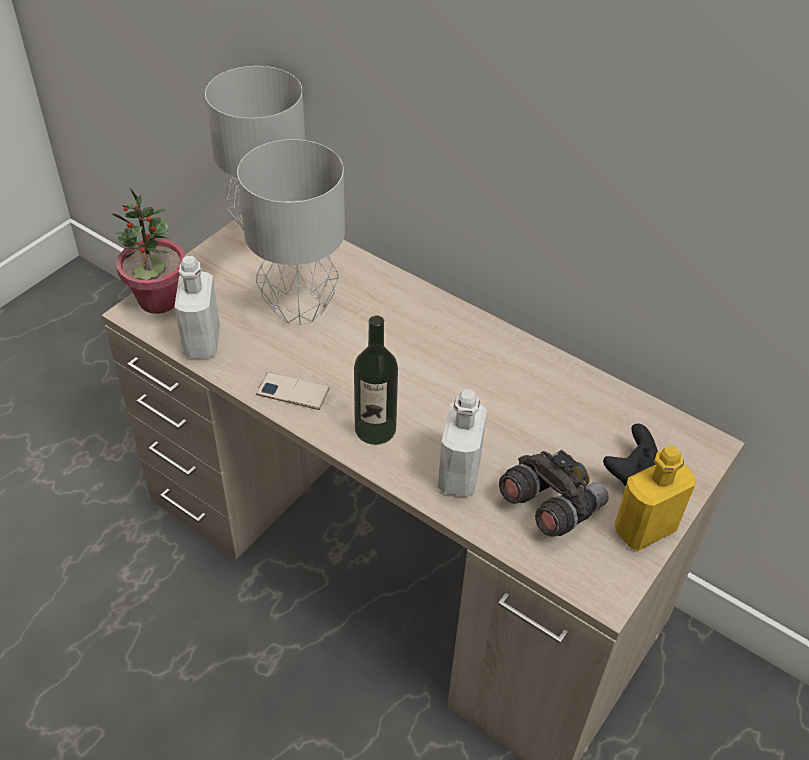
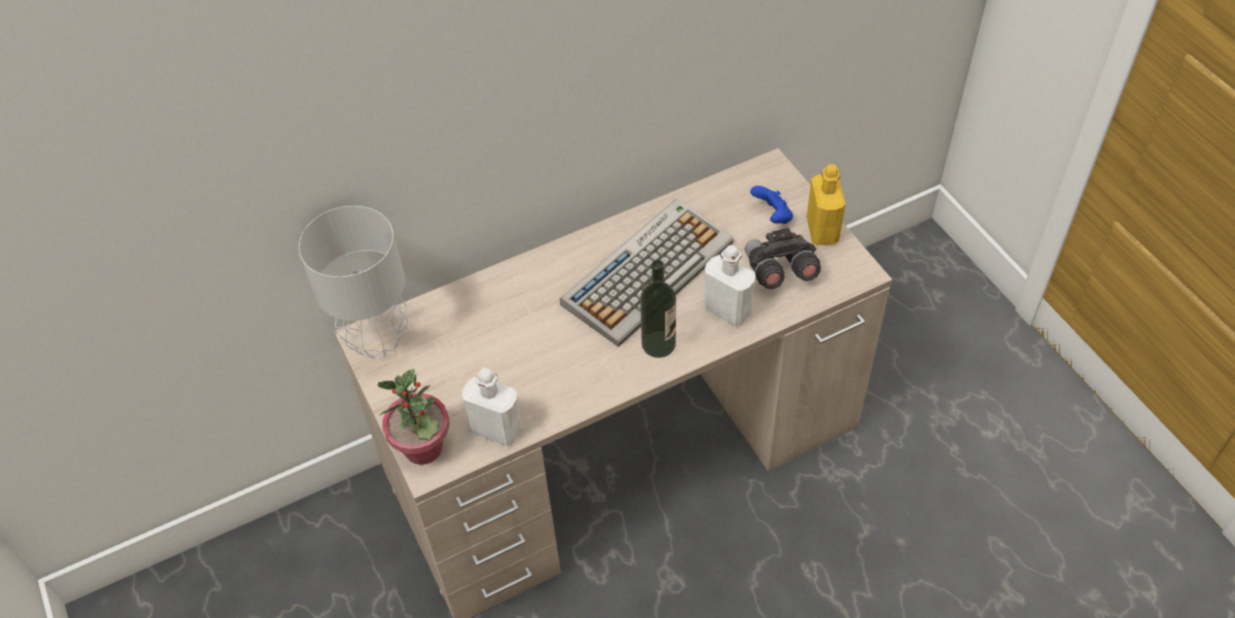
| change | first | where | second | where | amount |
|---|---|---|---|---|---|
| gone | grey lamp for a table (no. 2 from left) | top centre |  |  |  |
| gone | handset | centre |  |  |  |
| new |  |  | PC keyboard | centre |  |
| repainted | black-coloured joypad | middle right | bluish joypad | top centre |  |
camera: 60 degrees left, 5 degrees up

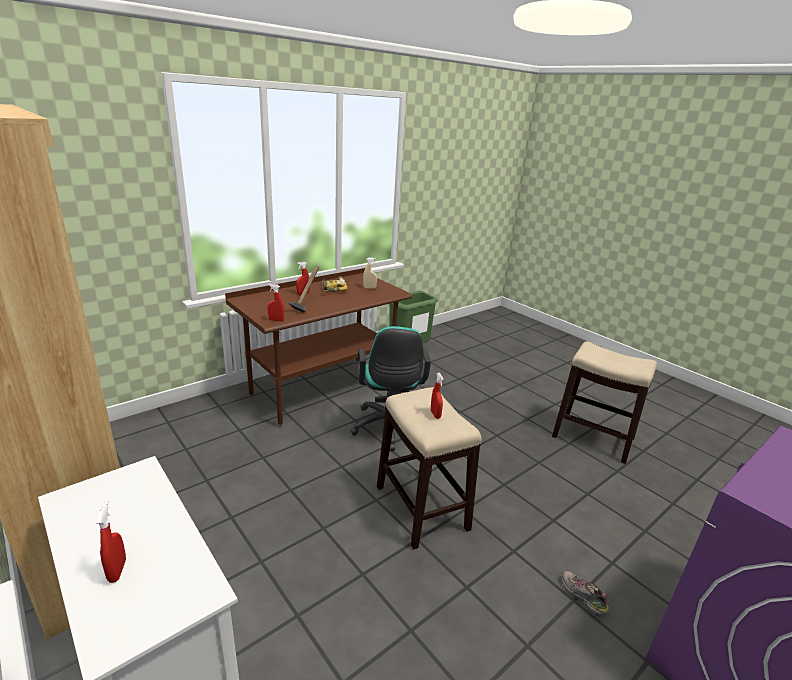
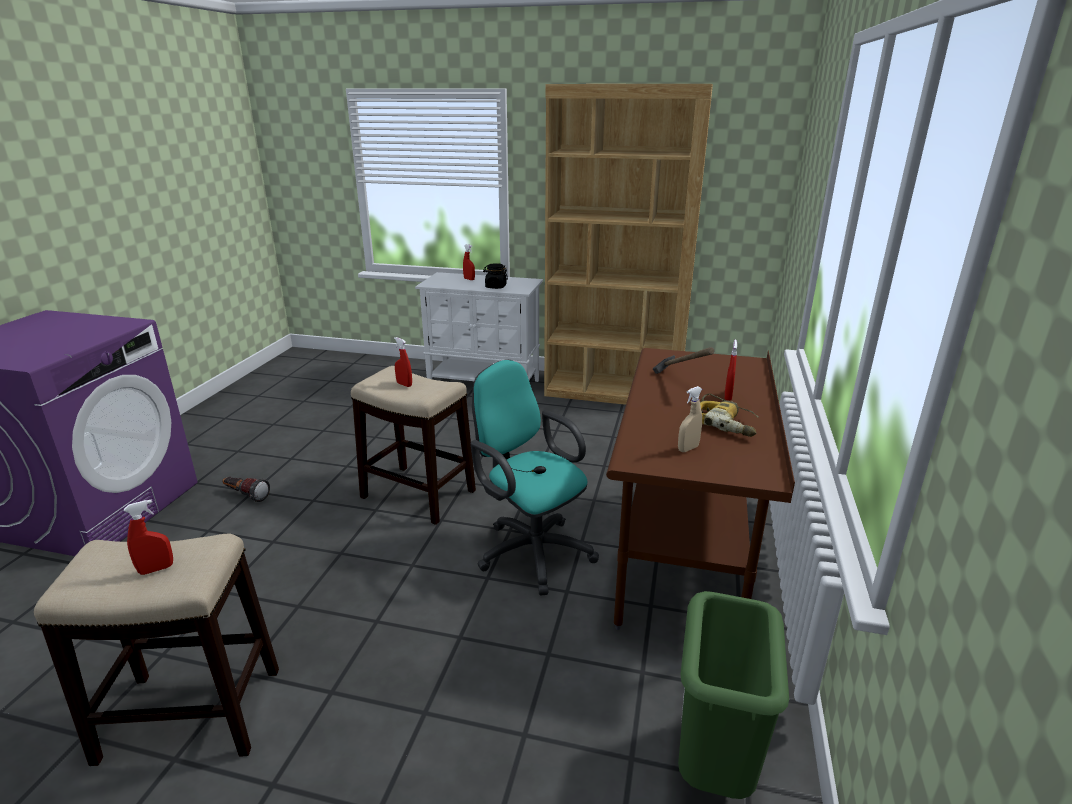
| change | first | where | second | where | amount |
|---|---|---|---|---|---|
| new |  |  | black-coloured storage jar | centre |  |
| shifted | red-coloured spray bottle (no. 2 from left in the first image) | centre | red-coloured spray bottle (no. 1 from left) | bottom left |  |
| swapped | shoe | bottom right | hand torch | middle left |  |
camera: 145 degrees right, 0 degrees up

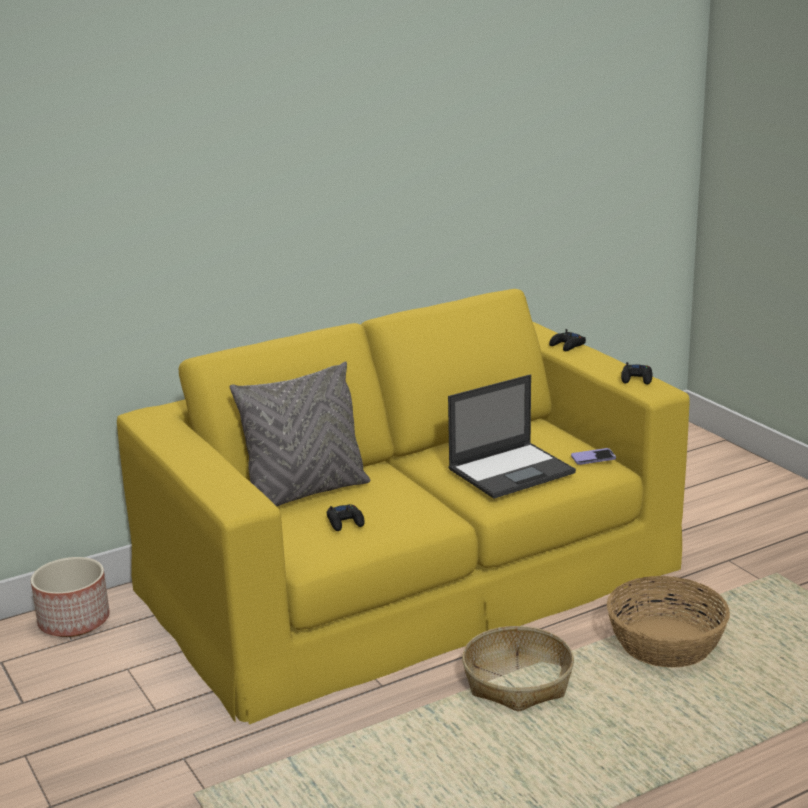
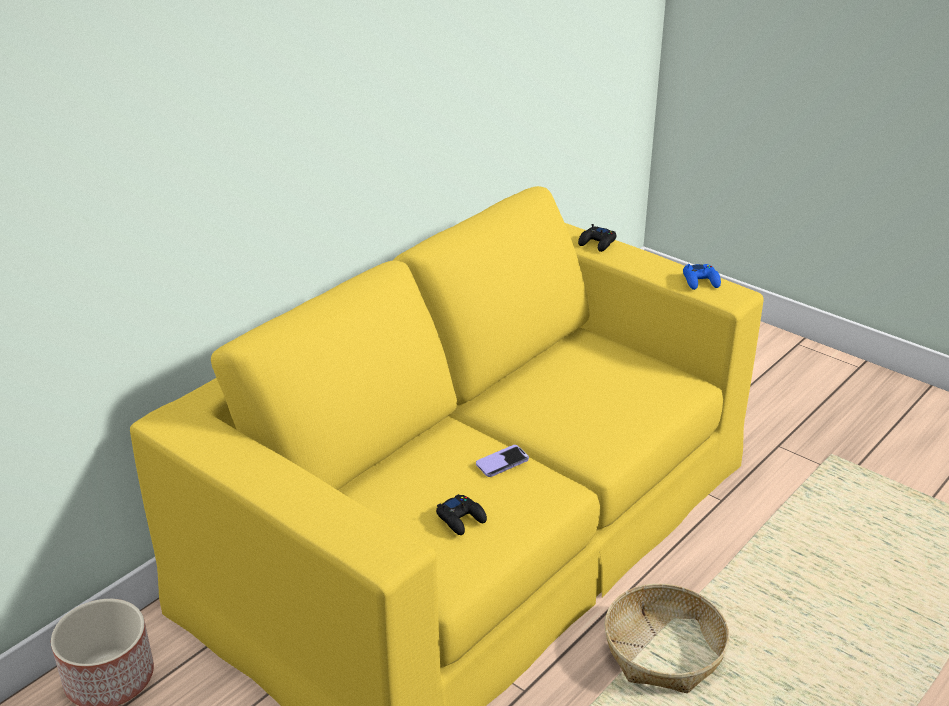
| change | first | where | second | where | amount |
|---|---|---|---|---|---|
| gone | grey throw pillow | centre |  |  |  |
| gone | portable computer | centre |  |  |  |
| gone | storage basket (no. 2 from left) | bottom right |  |  |  |
| shifted | handset | middle right |  | centre |  |
| repainted | black-coloured joypad (no. 3 from left) | middle right | bluish joypad | middle right |  |
camera: 20 degrees left, 10 degrees up

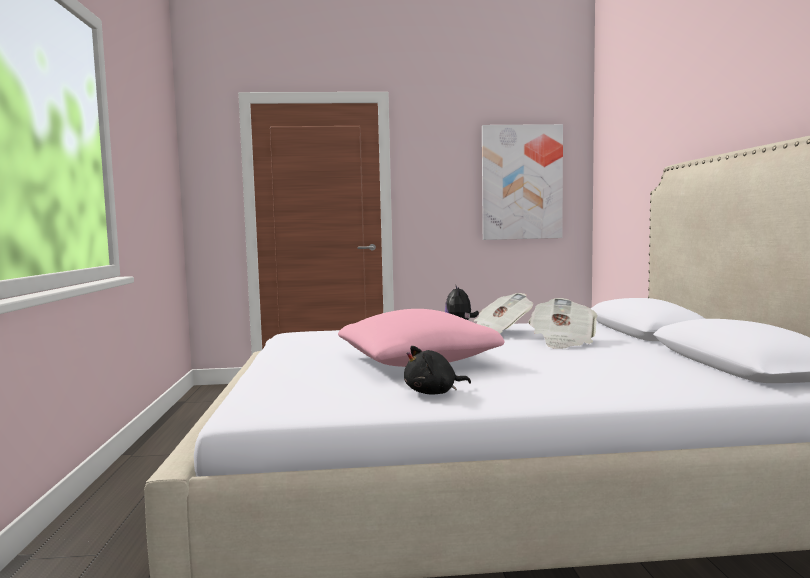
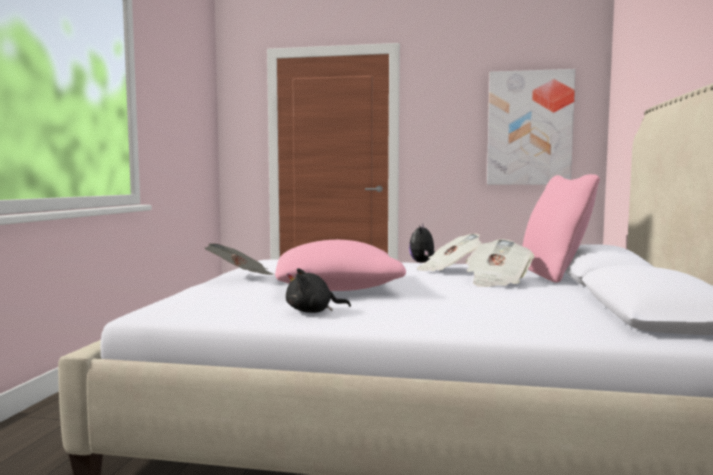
| change | first | where | second | where | amount |
|---|---|---|---|---|---|
| new |  |  | printed paper (no. 1 from left) | centre |  |
| new |  |  | pinkish throw pillow (no. 2 from left) | middle right |  |
camera: 15 degrees right, 0 degrees up

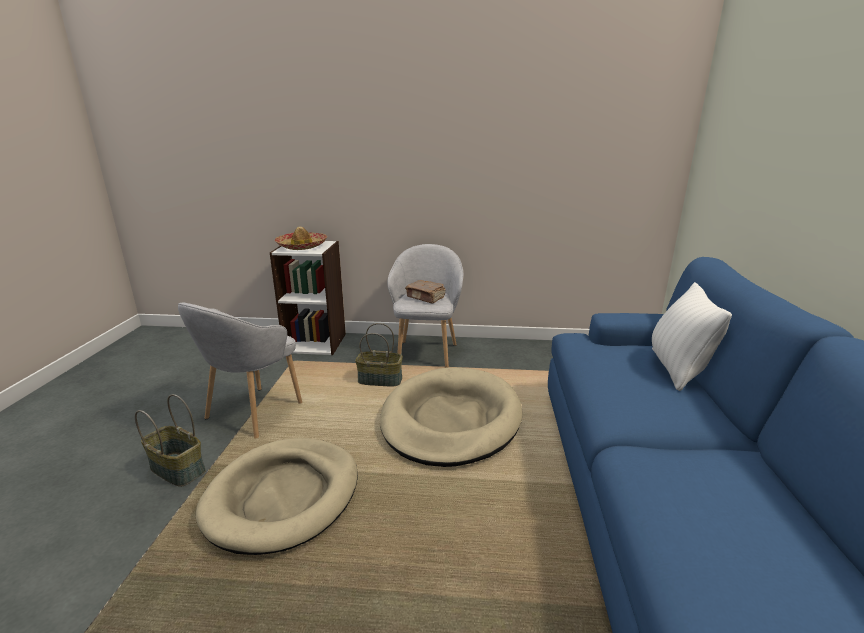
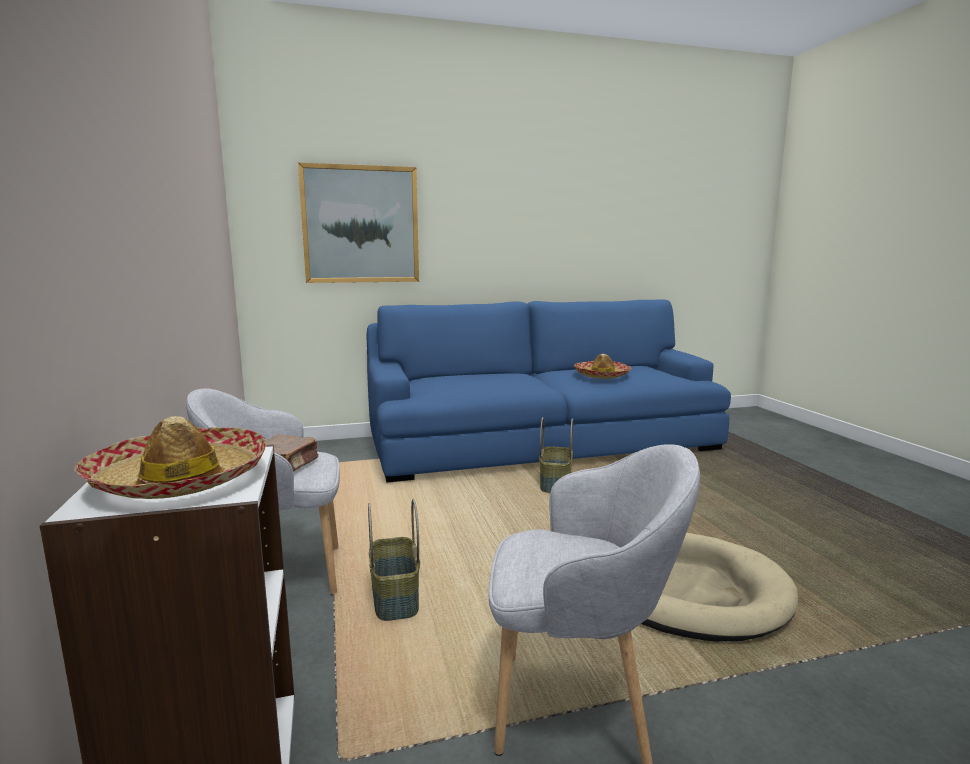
| change | first | where | second | where | amount |
|---|---|---|---|---|---|
| gone | beige-coloured dog bed (no. 2 from left) | centre |  |  |  |
| gone | whitish throw pillow | middle right |  |  |  |
| new |  |  | wall art | top centre |  |
| new |  |  | wearable hat (no. 2 from left) | centre |  |
| shifted | storage basket (no. 1 from left in the first image) | bottom left | storage basket (no. 2 from left) | centre |  |
camera: 110 degrees left, 10 degrees down

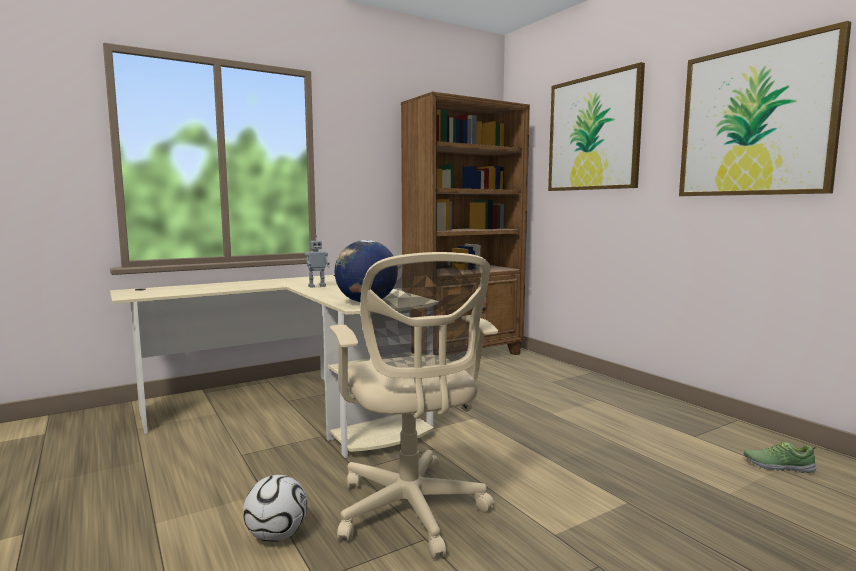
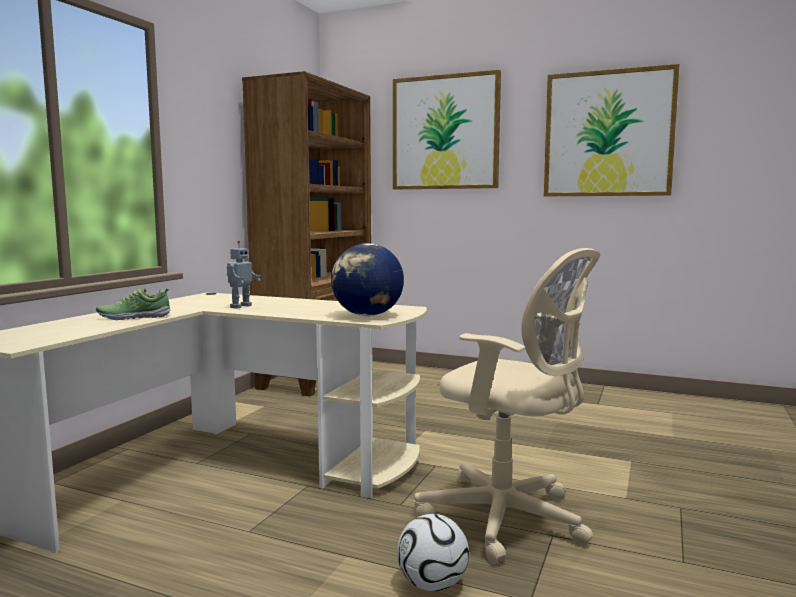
| change | first | where | second | where | amount |
|---|---|---|---|---|---|
| shifted | shoe | bottom right |  | middle left |  |
camera: 35 degrees left, 0 degrees up

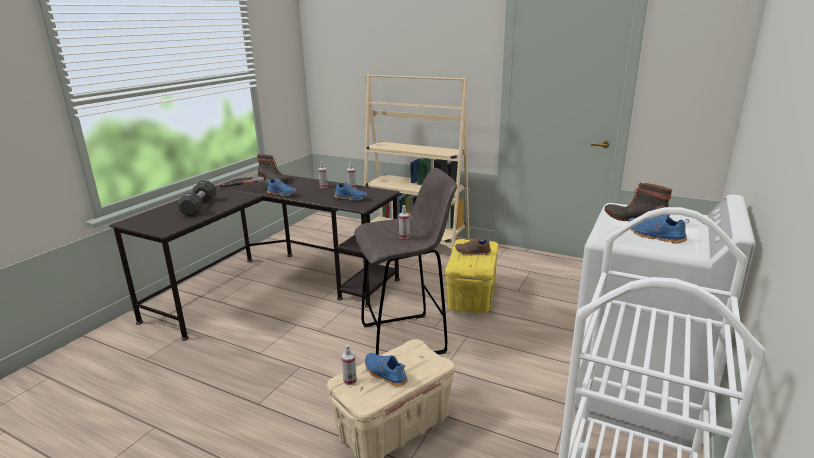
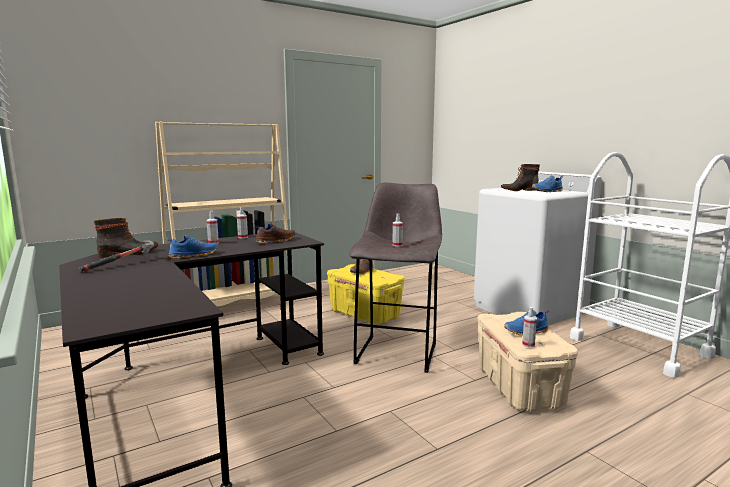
| change | first | where | second | where | amount |
|---|---|---|---|---|---|
| gone | black-coloured free weight | middle left |  |  |  |
| repainted | bluish shoe (no. 2 from left) | centre | brown shoe (no. 1 from left) | centre |  |
camera: 60 degrees left, 10 degrees down

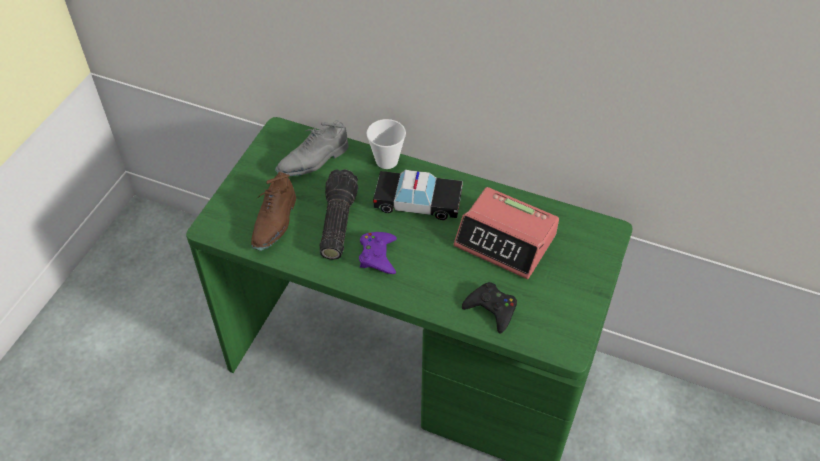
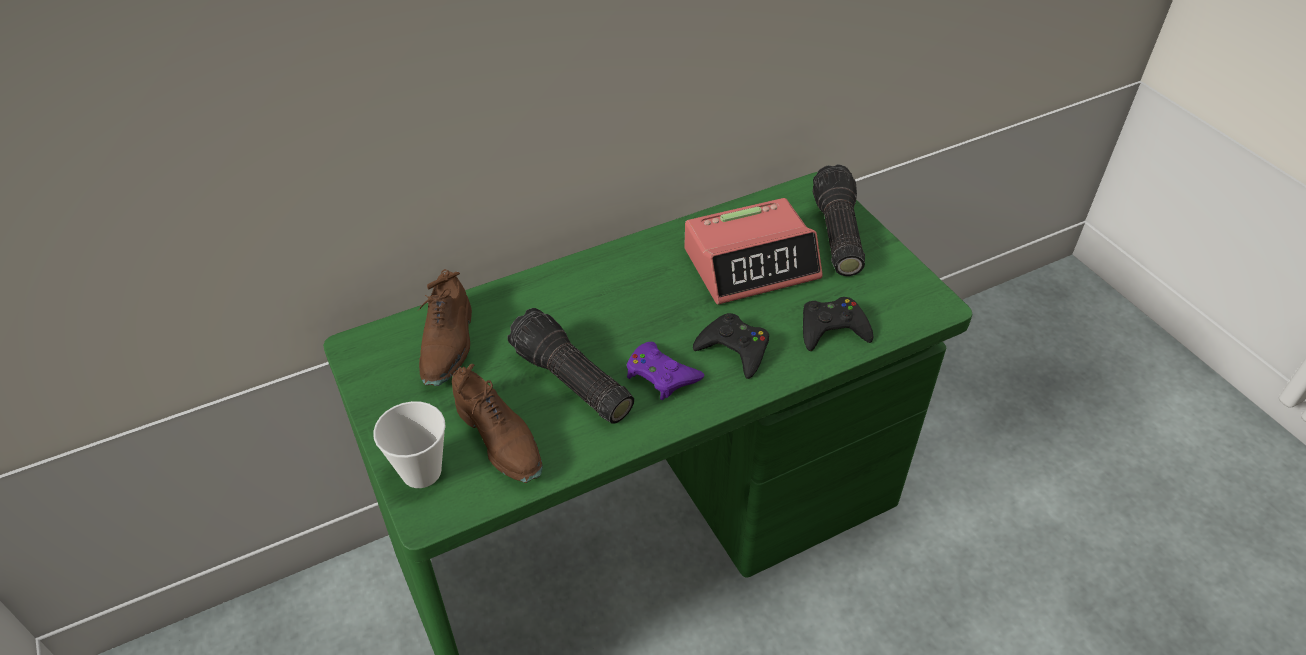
| change | first | where | second | where | amount |
|---|---|---|---|---|---|
| gone | miniature car | centre |  |  |  |
| new |  |  | black-coloured joypad (no. 1 from left) | centre |  |
| new |  |  | hand torch (no. 2 from left) | centre |  |
| shifted | cup | top centre |  | bottom left |  |
| repainted | grey shoe | top centre | brown shoe (no. 1 from left) | centre |  |
camera: 50 degrees left, 5 degrees down

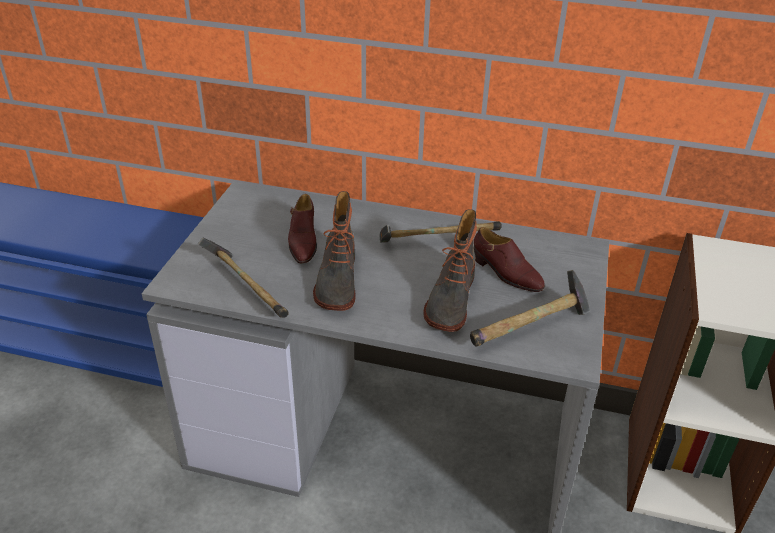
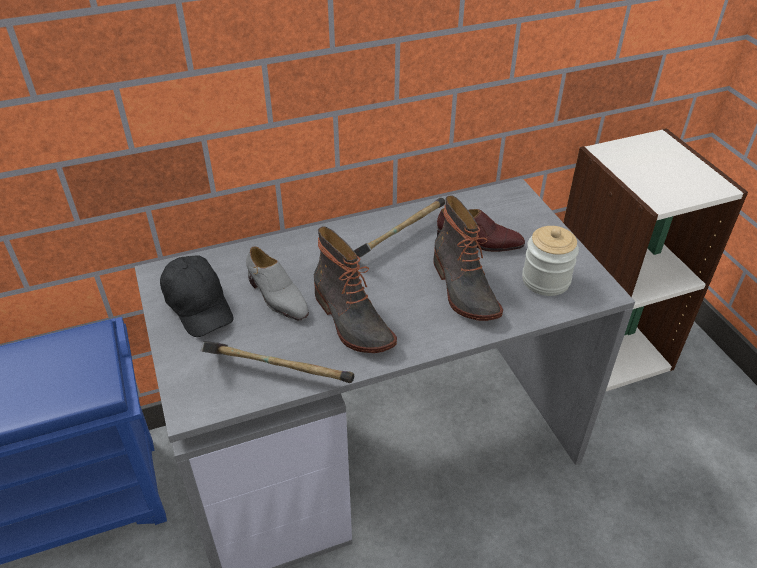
| change | first | where | second | where | amount |
|---|---|---|---|---|---|
| new |  |  | black-coloured cap | middle left |  |
| swapped | tool hammer (no. 3 from left) | middle right | storage jar | middle right |  |
| repainted | brown shoe (no. 1 from left) | centre | grey shoe | centre |  |
camera: 35 degrees left, 5 degrees up

